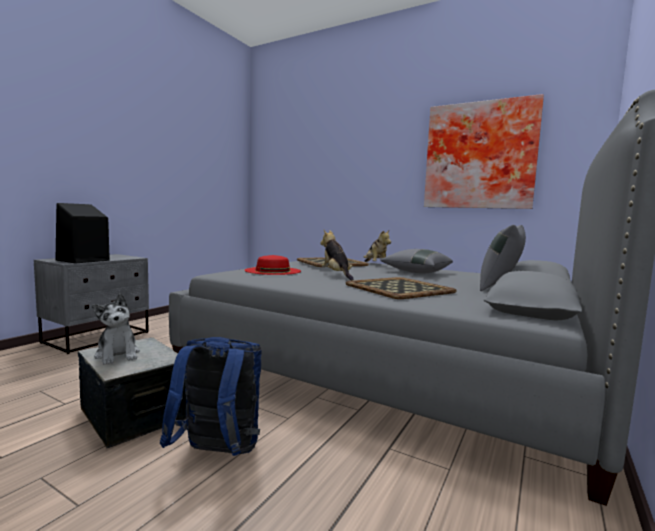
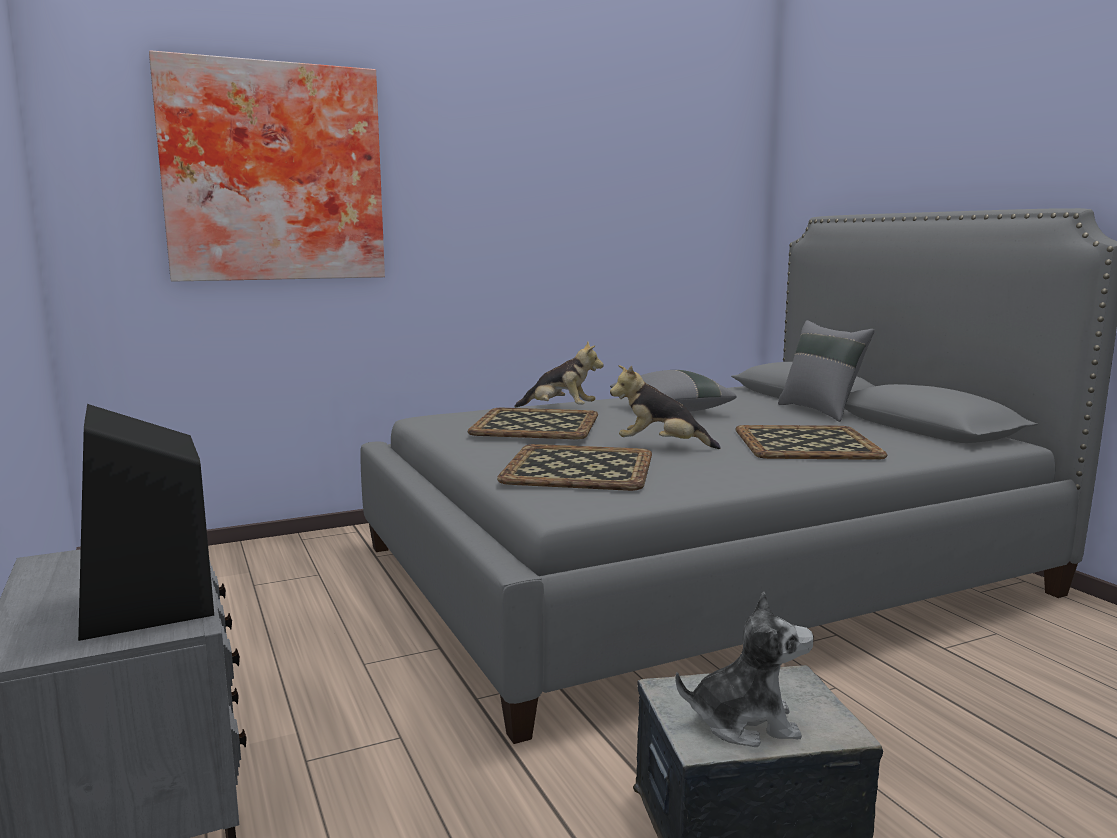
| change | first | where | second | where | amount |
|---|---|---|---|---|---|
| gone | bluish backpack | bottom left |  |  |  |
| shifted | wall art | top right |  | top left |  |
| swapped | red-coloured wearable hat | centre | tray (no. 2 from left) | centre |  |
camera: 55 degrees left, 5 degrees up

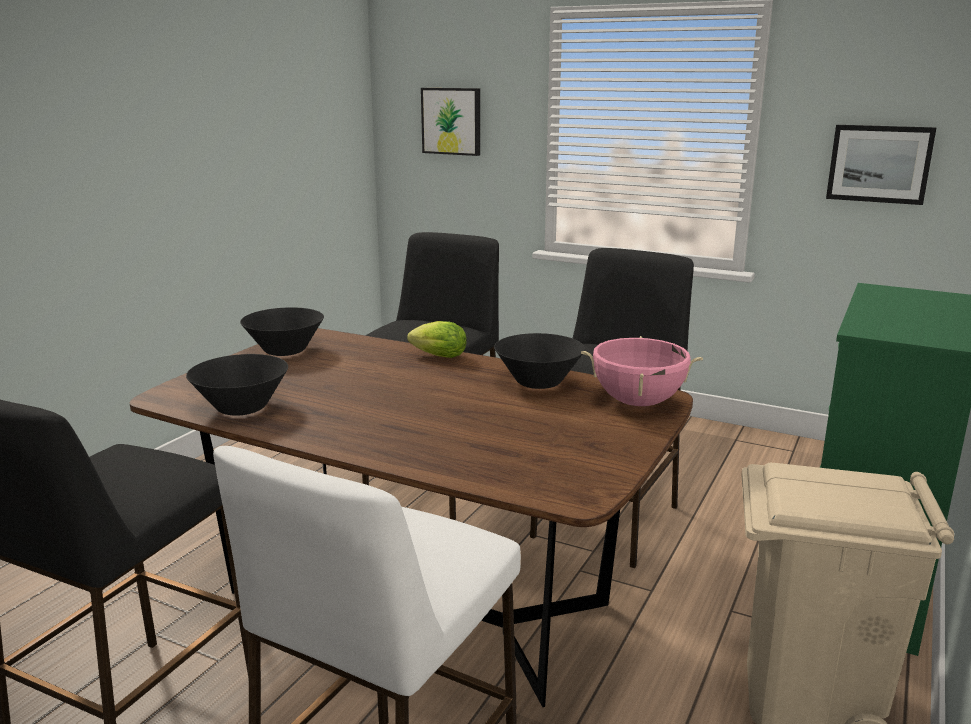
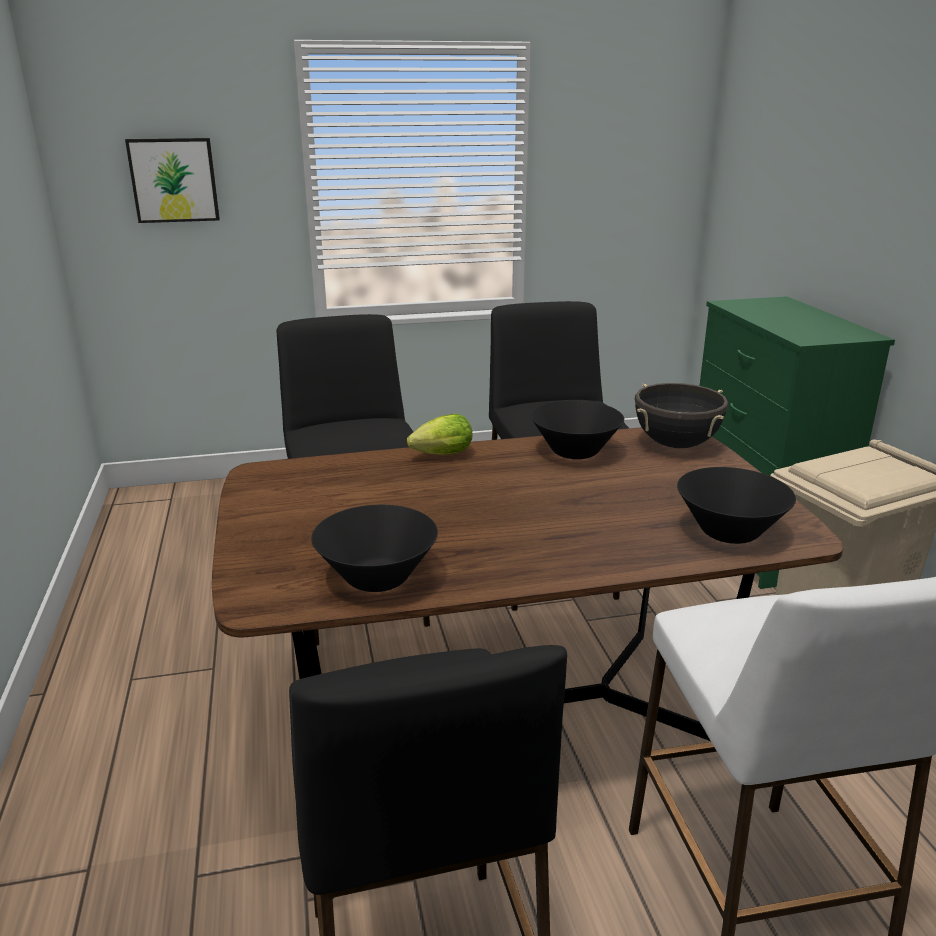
| change | first | where | second | where | amount |
|---|---|---|---|---|---|
| gone | wall art (no. 2 from left) | top right |  |  |  |
| shifted | black-coloured bowl (no. 2 from left in the first image) | middle left | black-coloured bowl (no. 3 from left) | middle right |  |
| repainted | pinkish cooking pot | centre | black-coloured cooking pot | middle right |  |
camera: 40 degrees left, 5 degrees up

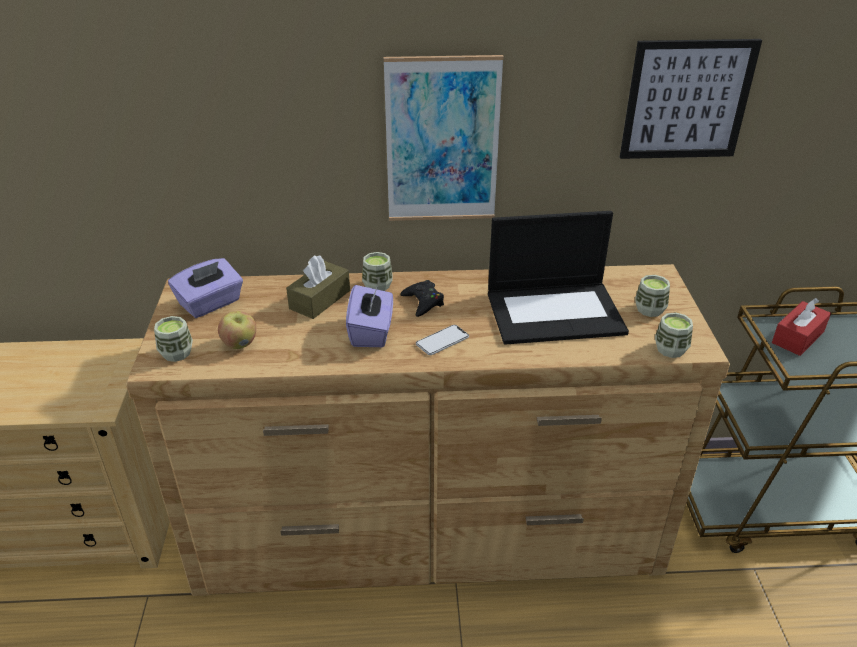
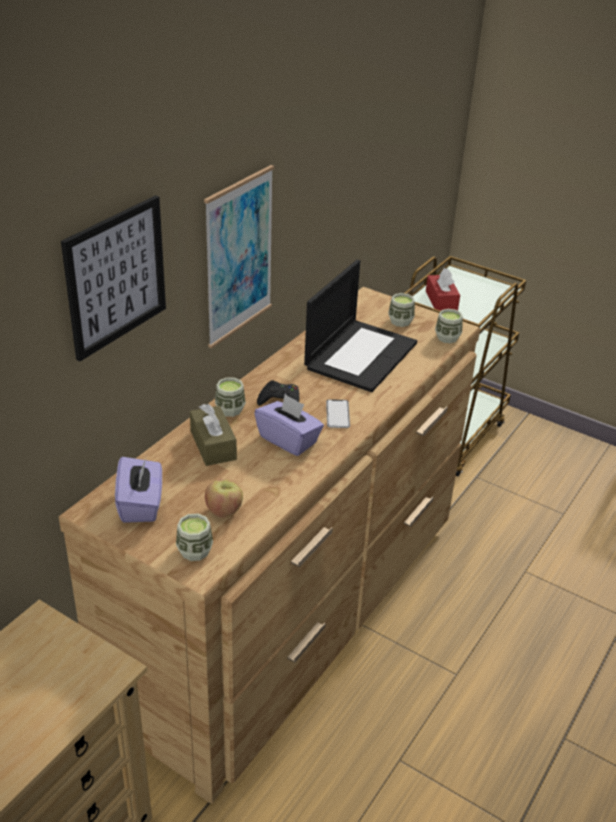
| change | first | where | second | where | amount |
|---|---|---|---|---|---|
| shifted | wall art (no. 2 from left in the first image) | top right | wall art (no. 1 from left) | middle left |  |
camera: 55 degrees left, 0 degrees up

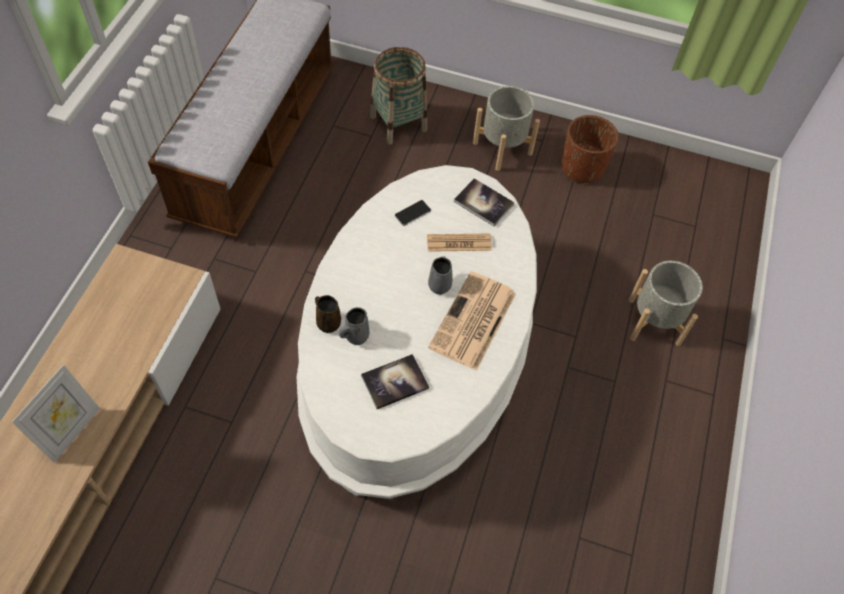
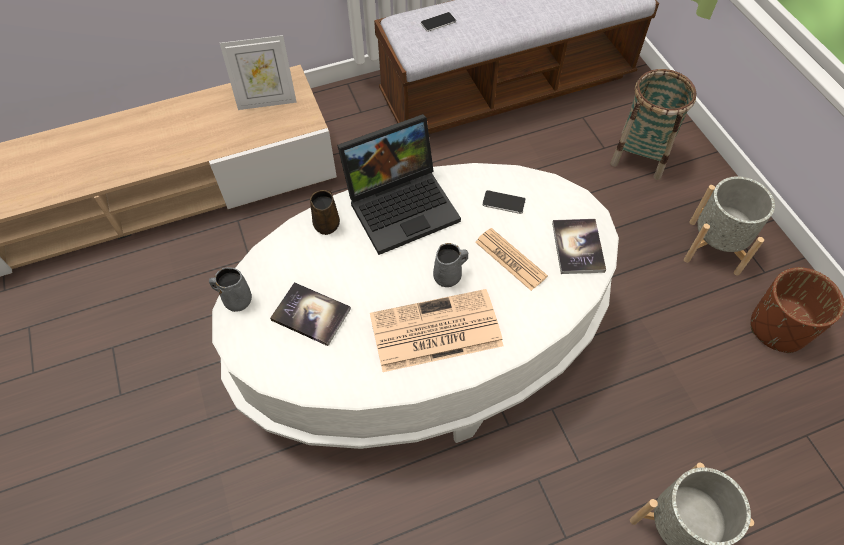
| change | first | where | second | where | amount |
|---|---|---|---|---|---|
| new |  |  | portable computer | centre |  |
| new |  |  | handset (no. 1 from left) | top centre |  |
| shifted | photo frame | bottom left |  | top left |  |
| shifted | grey tea mug (no. 1 from left) | centre |  | middle left |  |
camera: 55 degrees right, 0 degrees up

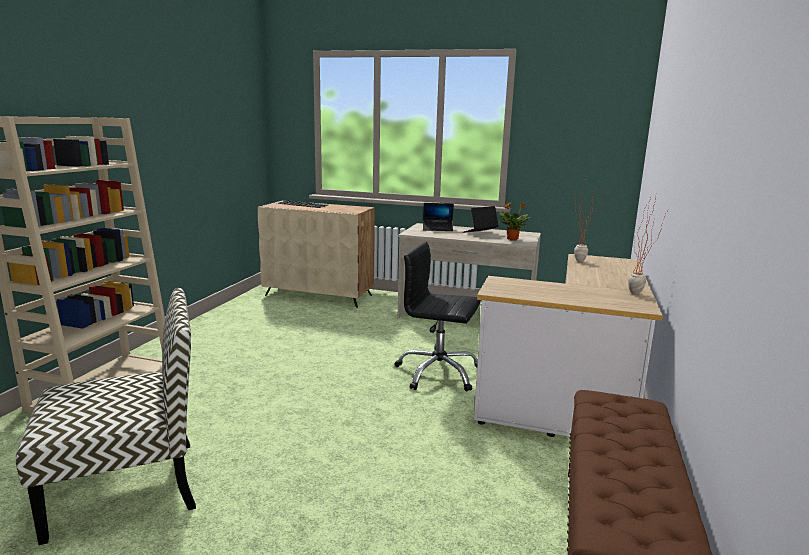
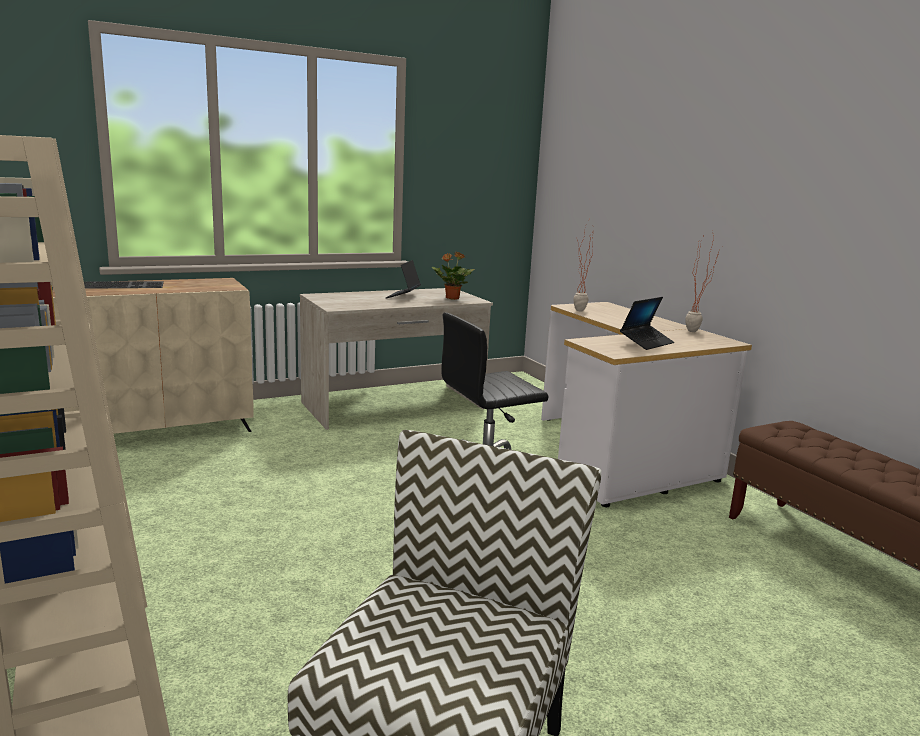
| change | first | where | second | where | amount |
|---|---|---|---|---|---|
| shifted | portable computer (no. 1 from left in the first image) | centre | portable computer (no. 2 from left) | middle right |  |
camera: 45 degrees left, 0 degrees up

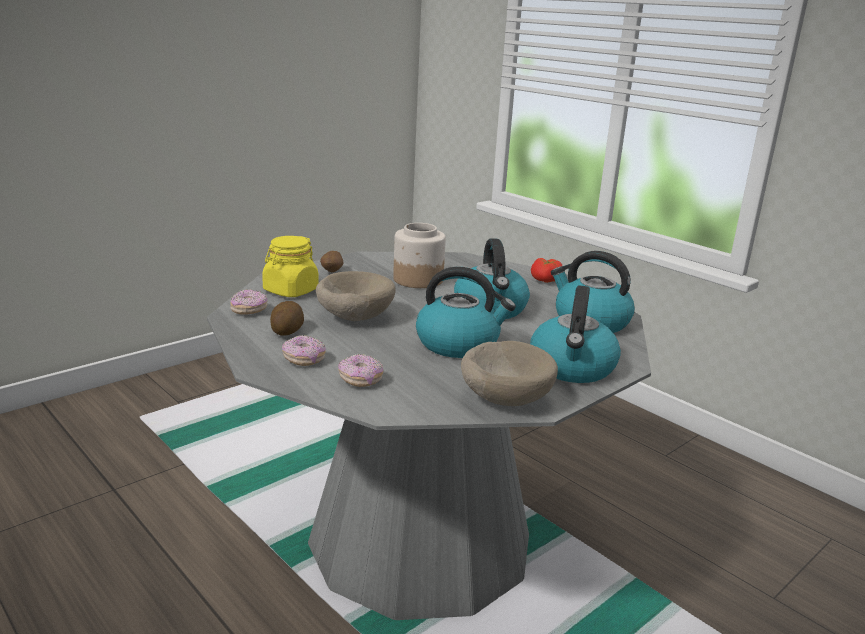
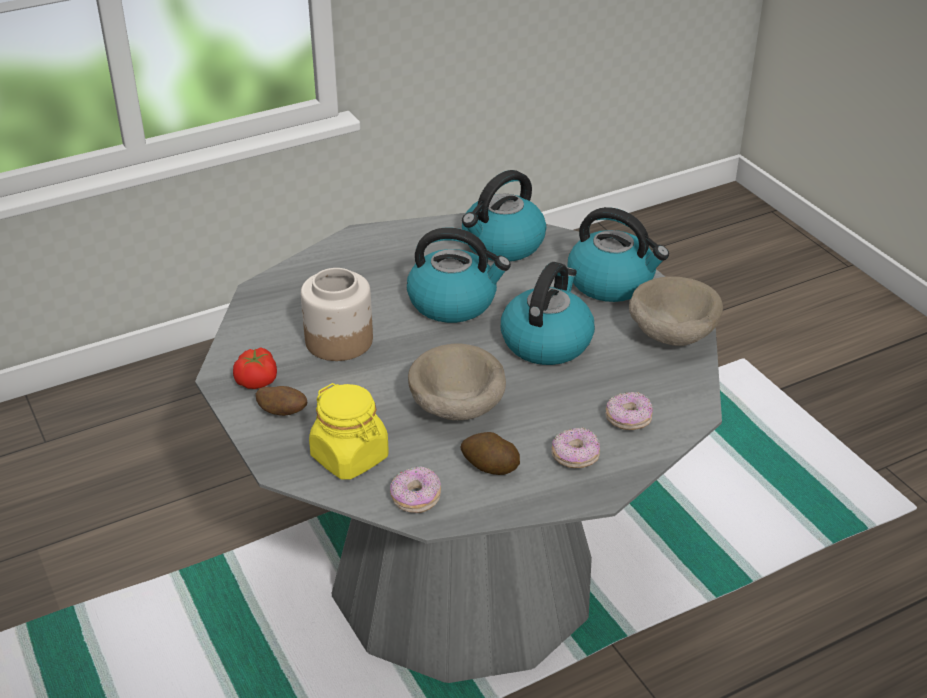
| change | first | where | second | where | amount |
|---|---|---|---|---|---|
| shifted | tomato | centre |  | middle left |  |
camera: 75 degrees left, 15 degrees up

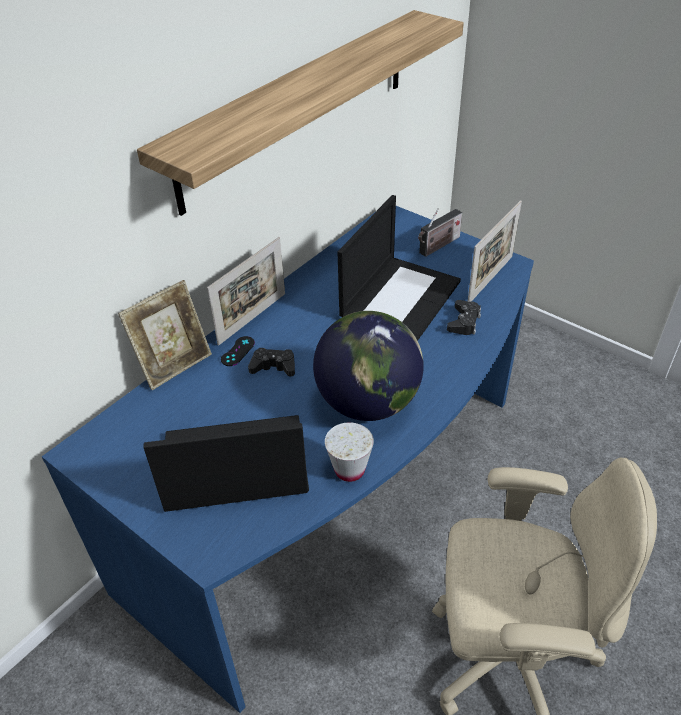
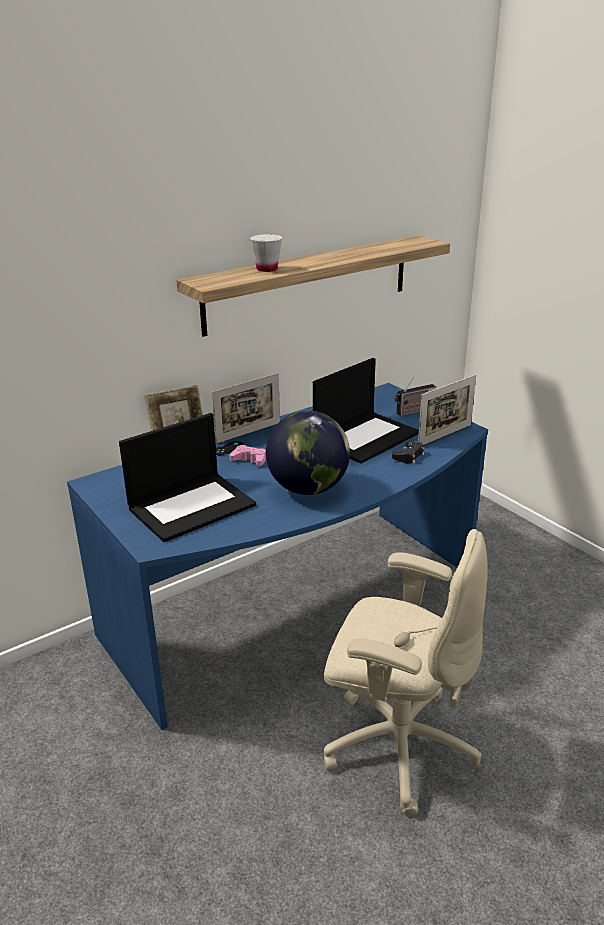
| change | first | where | second | where | amount |
|---|---|---|---|---|---|
| shifted | whitish cup | centre |  | top centre |  |
| repainted | black-coloured joypad (no. 2 from left) | centre | pinkish joypad | centre |  |
| rotated | portable computer (no. 1 from left) | middle left |  | middle left | 135 degrees clockwise |
camera: 15 degrees right, 15 degrees down

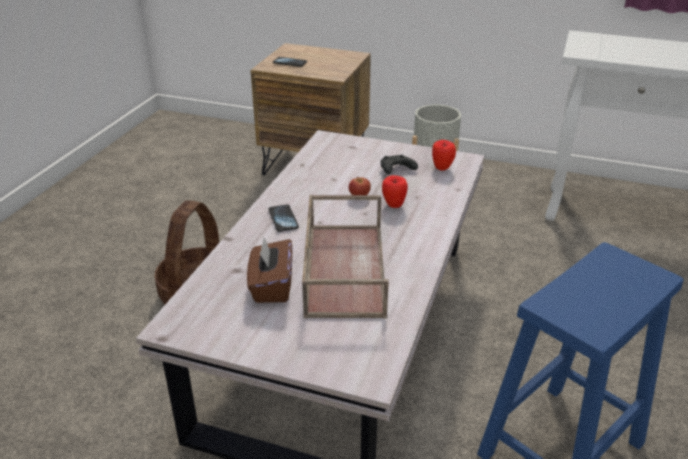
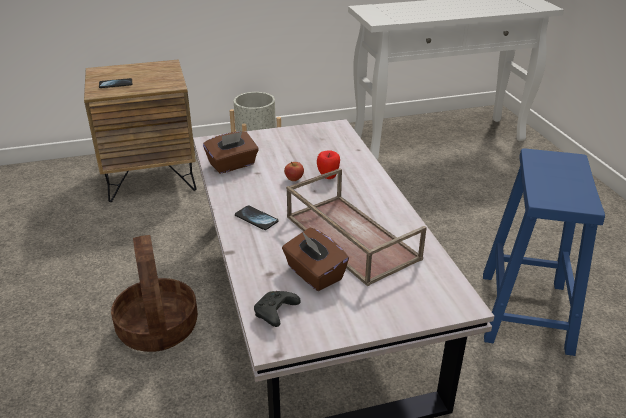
| change | first | where | second | where | amount |
|---|---|---|---|---|---|
| gone | whole apple (no. 3 from left) | centre |  |  |  |
| new |  |  | brown tissue holder (no. 1 from left) | centre |  |
| shifted | black-coloured joypad | centre |  | bottom centre |  |
camera: 35 degrees left, 0 degrees up

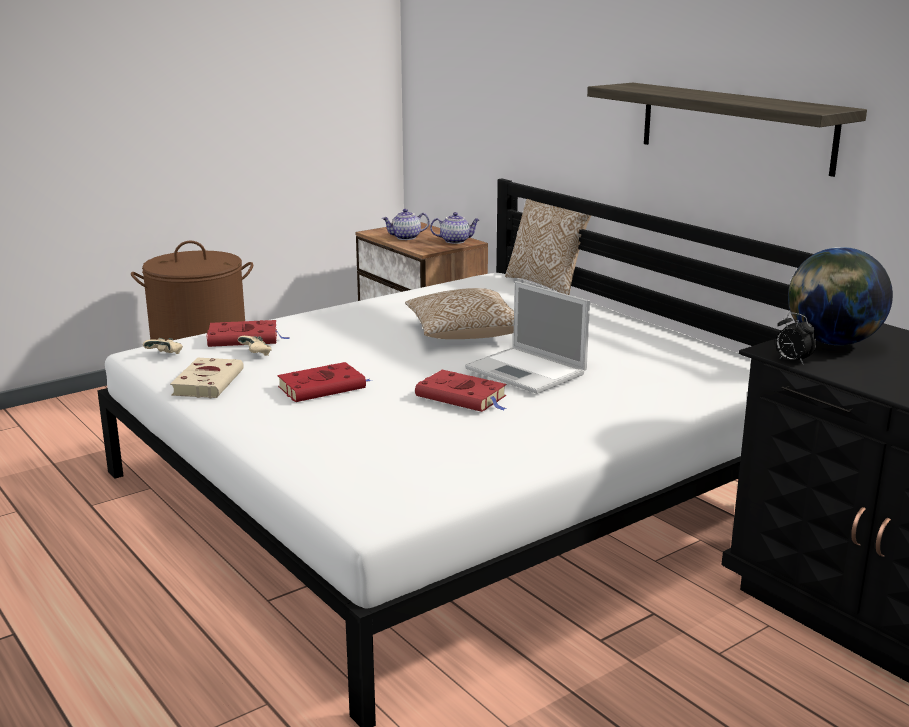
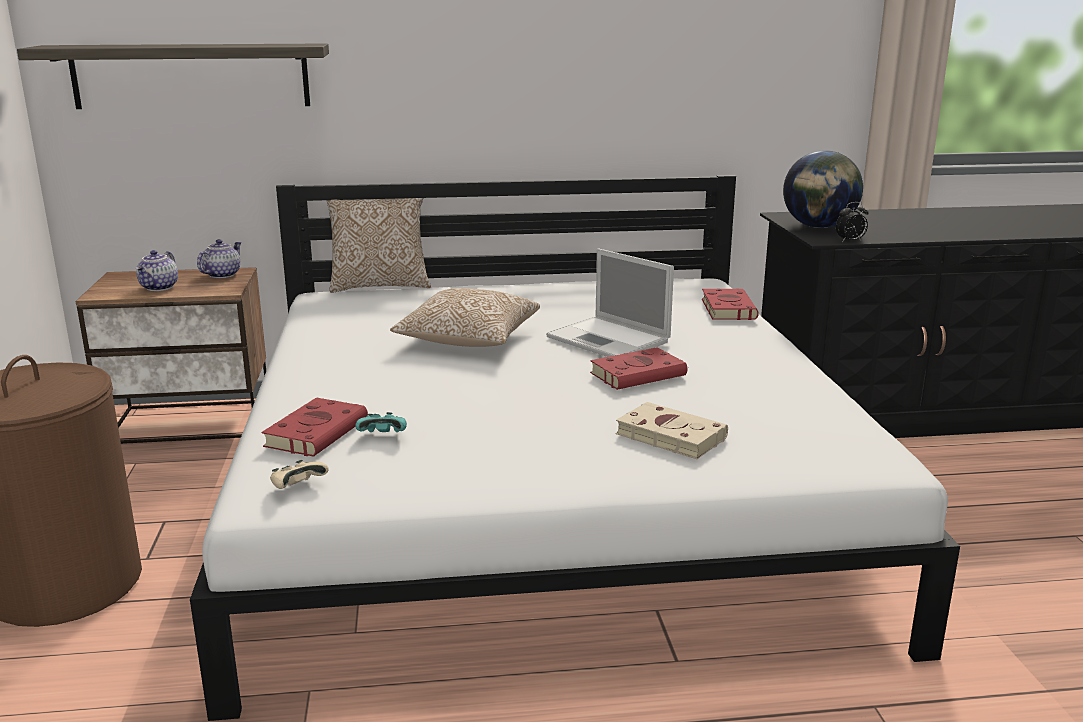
| change | first | where | second | where | amount |
|---|---|---|---|---|---|
| shifted | beige-coloured bound book | middle left |  | centre |  |
| shifted | red-coloured bound book (no. 2 from left in the first image) | centre | red-coloured bound book (no. 3 from left) | middle right |  |
| shifted | shelf | top right |  | top left |  |
| repainted | beige-coloured joypad (no. 2 from left) | middle left | turquoise joypad | centre |  |
| rotated | portable computer | centre |  | centre | 60 degrees clockwise |
camera: 60 degrees left, 0 degrees up

